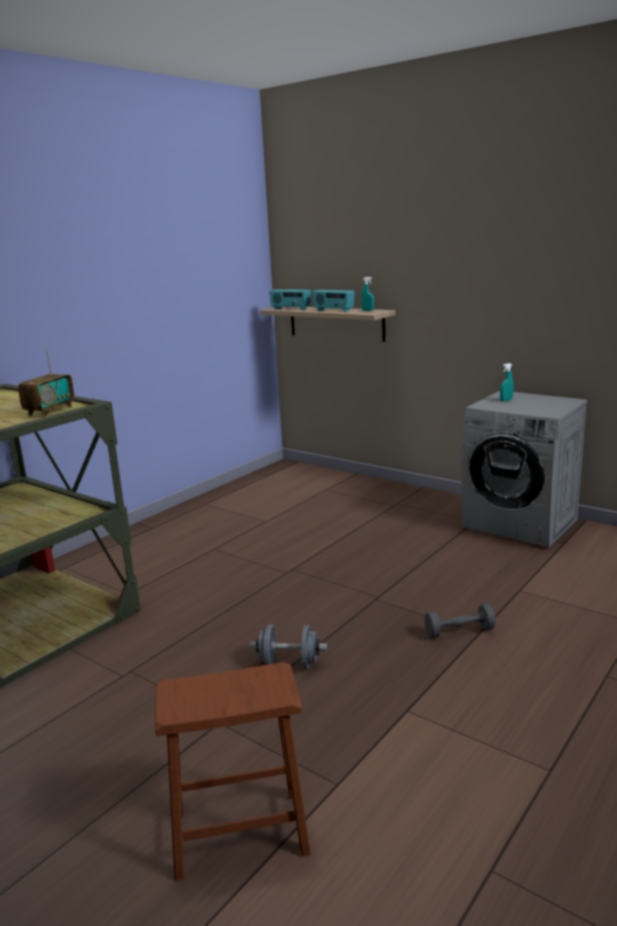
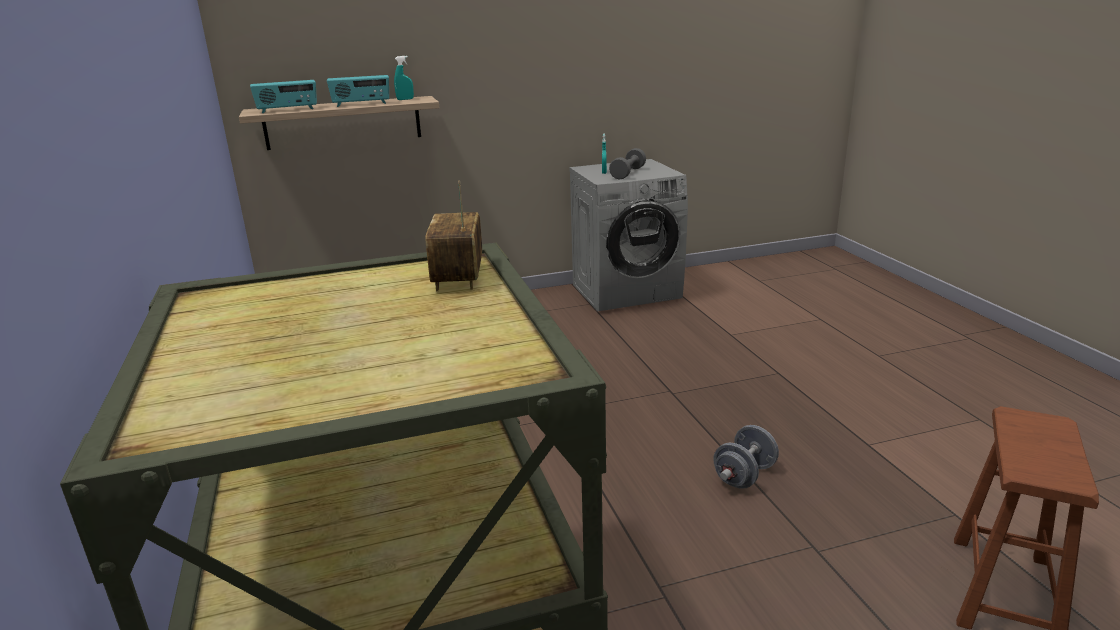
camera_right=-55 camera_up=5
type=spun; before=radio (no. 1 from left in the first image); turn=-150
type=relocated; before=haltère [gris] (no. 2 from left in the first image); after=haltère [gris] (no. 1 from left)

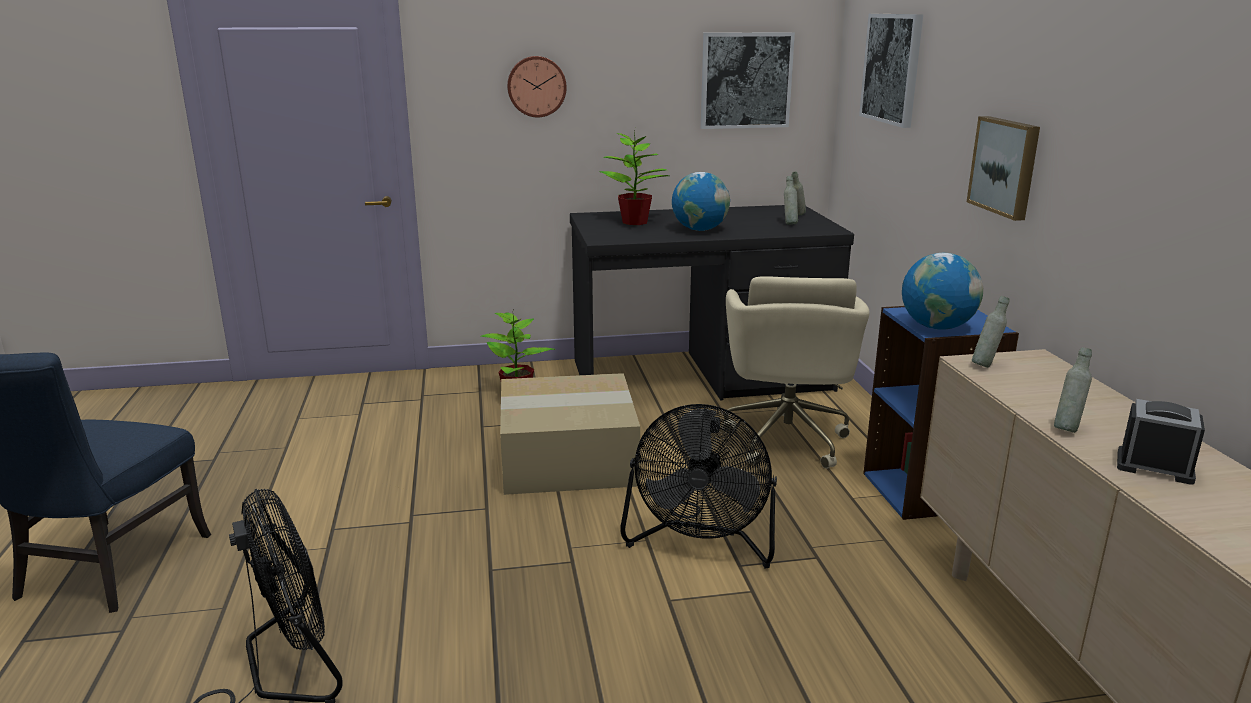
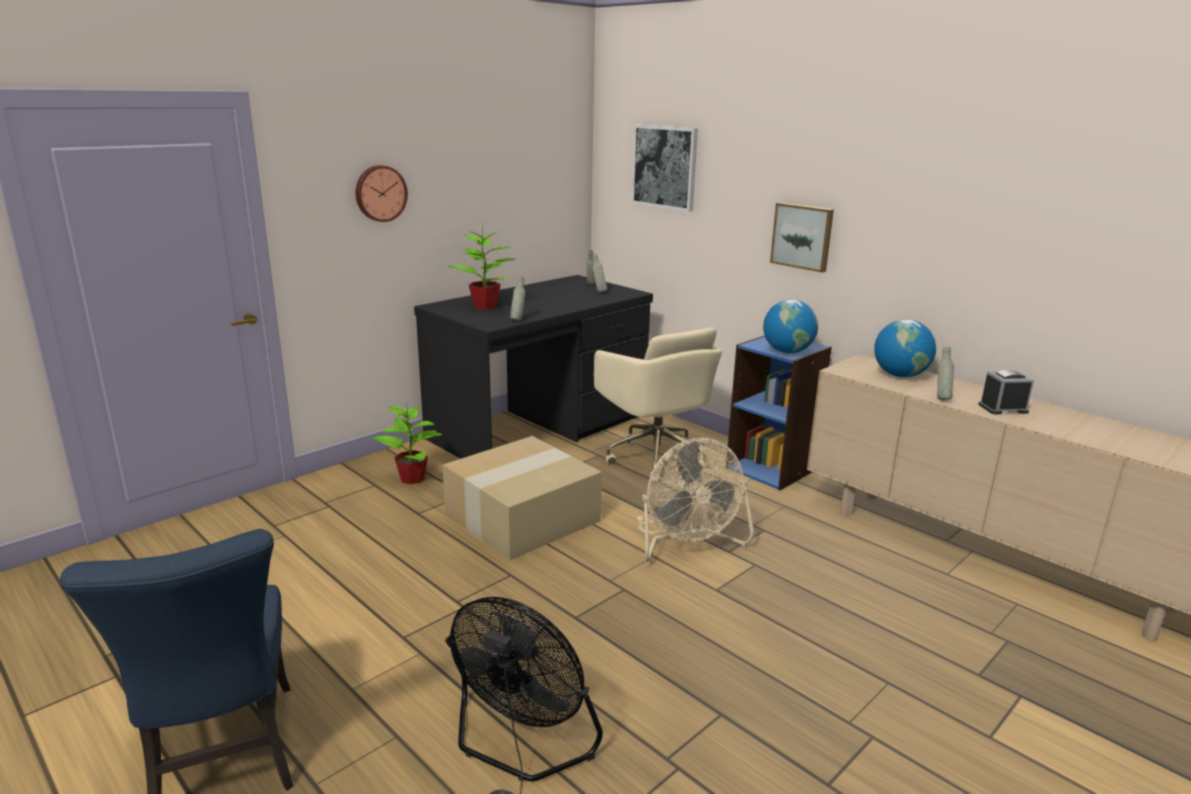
camera_right=-35 camera_up=0
type=missing; before=tableau (no. 1 from left)
type=relocated; before=globe (no. 1 from left in the first image); after=globe (no. 2 from left)
type=relocated; before=bouteille [gris] (no. 3 from left in the first image); after=bouteille [gris] (no. 1 from left)
type=colour; before=ventilateur [noir] (no. 2 from left); after=ventilateur [beige]

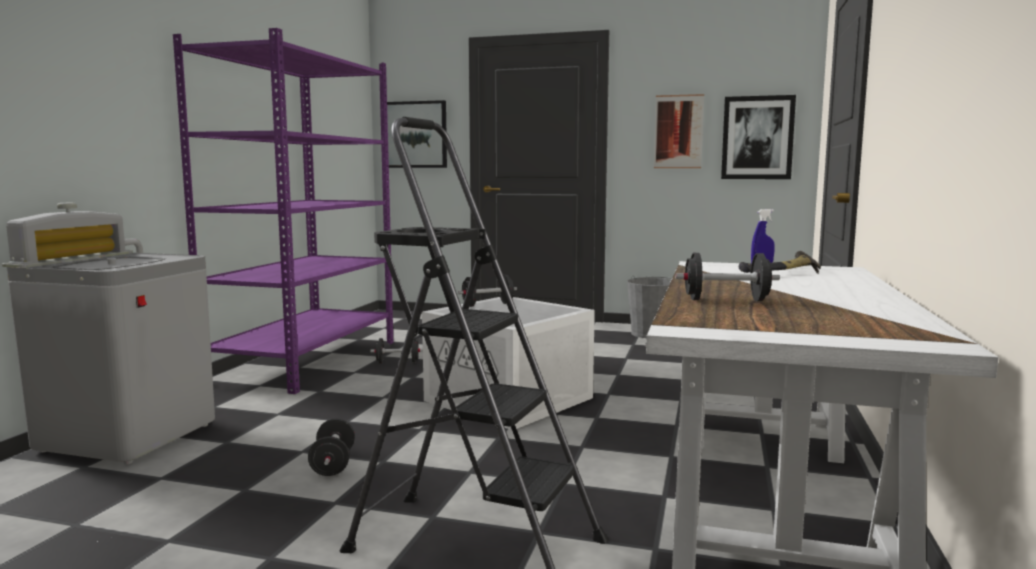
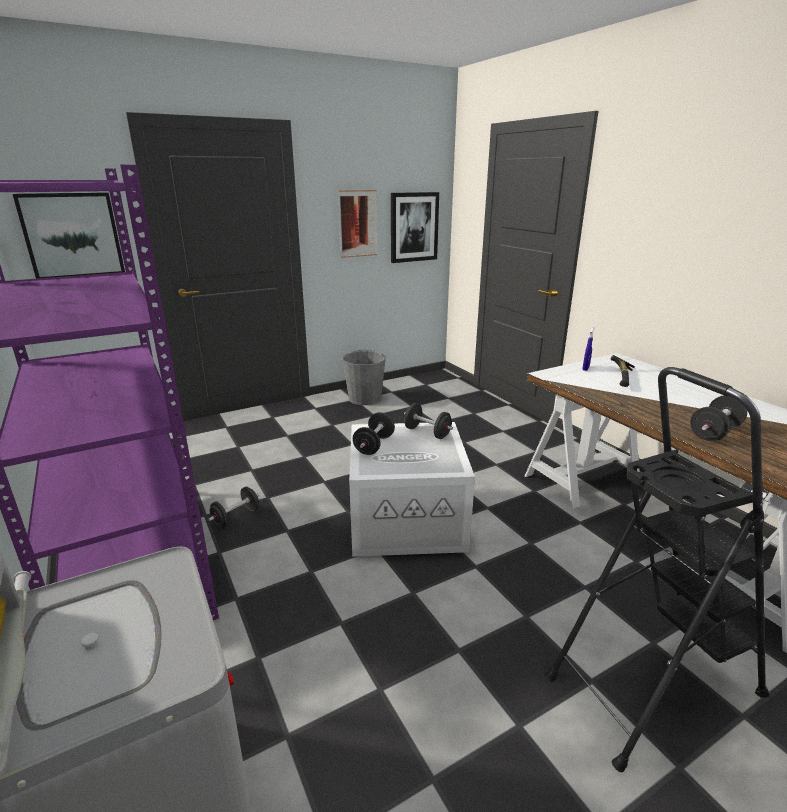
camera_right=-45 camera_up=15
type=relocated; before=haltère [noir] (no. 1 from left in the first image); after=haltère [noir] (no. 3 from left)

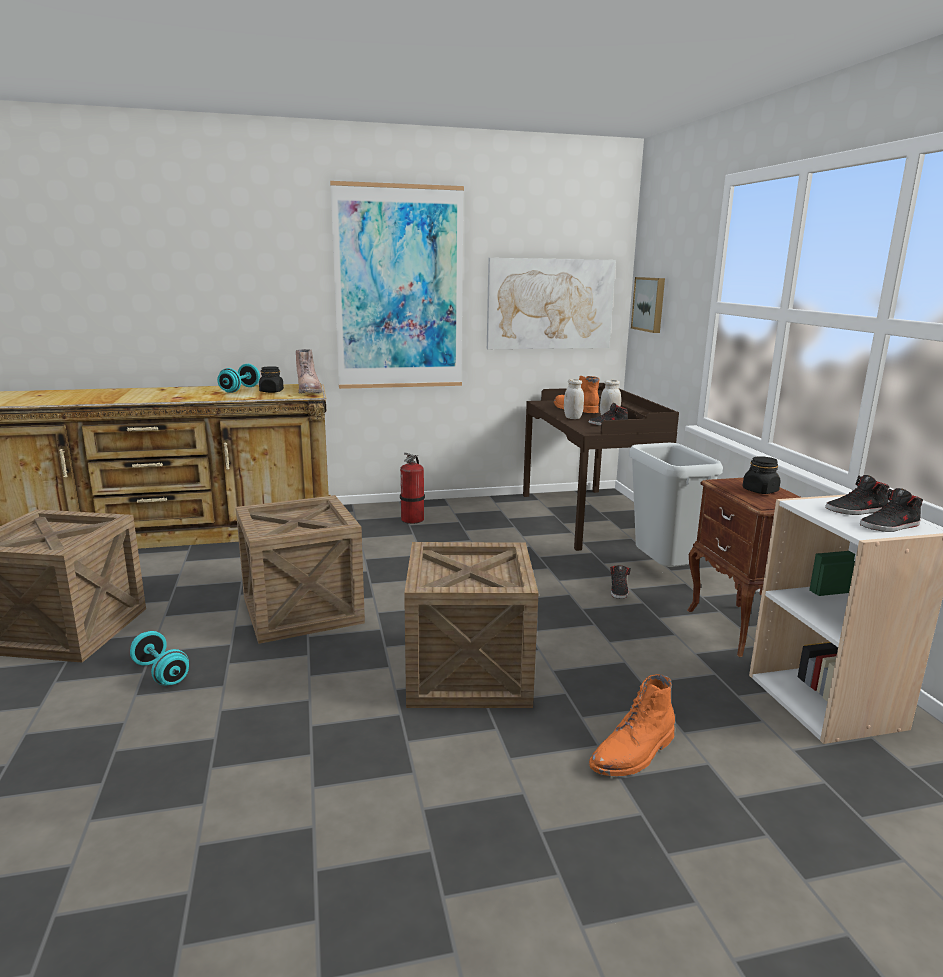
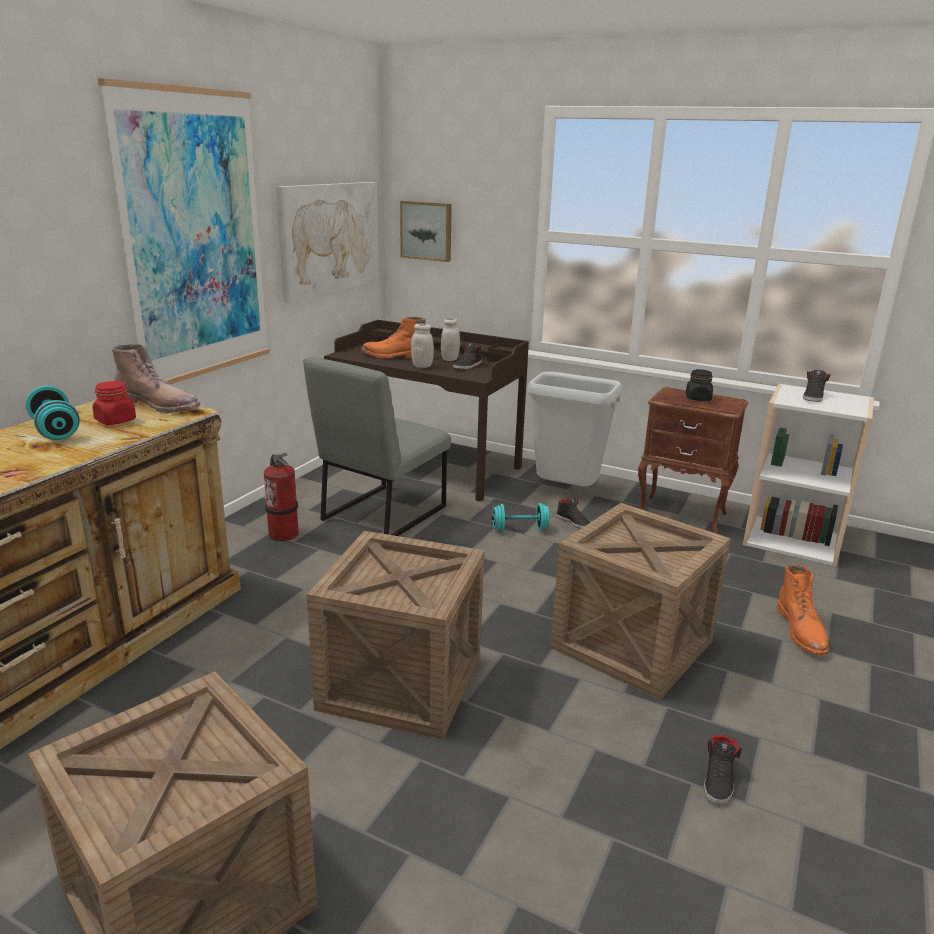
camera_right=-50 camera_up=5
type=colour; before=bocal [noir] (no. 1 from left); after=bocal [rouge]
type=relocated; before=chaussure [noir] (no. 4 from left in the first image); after=chaussure [noir] (no. 3 from left)
type=relocated; before=haltère [turquoise] (no. 1 from left in the first image); after=haltère [turquoise] (no. 2 from left)
type=appeared; after=chaise [gris]

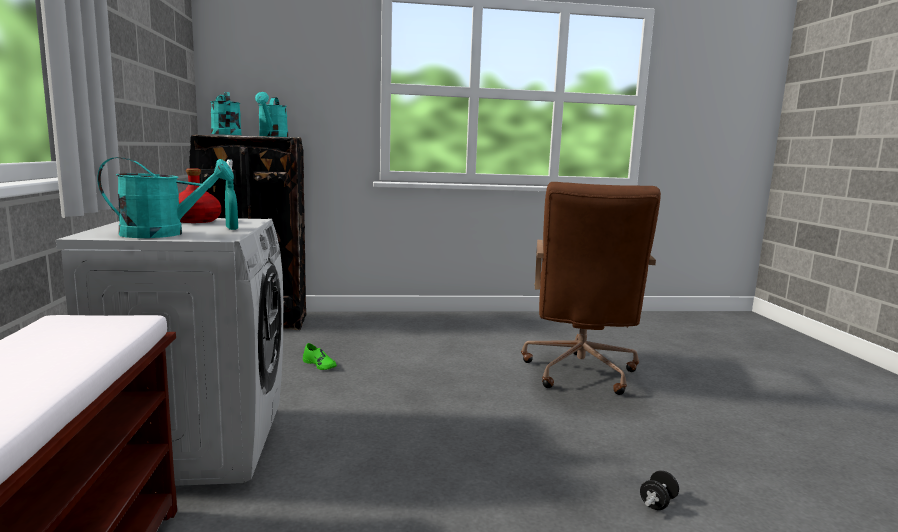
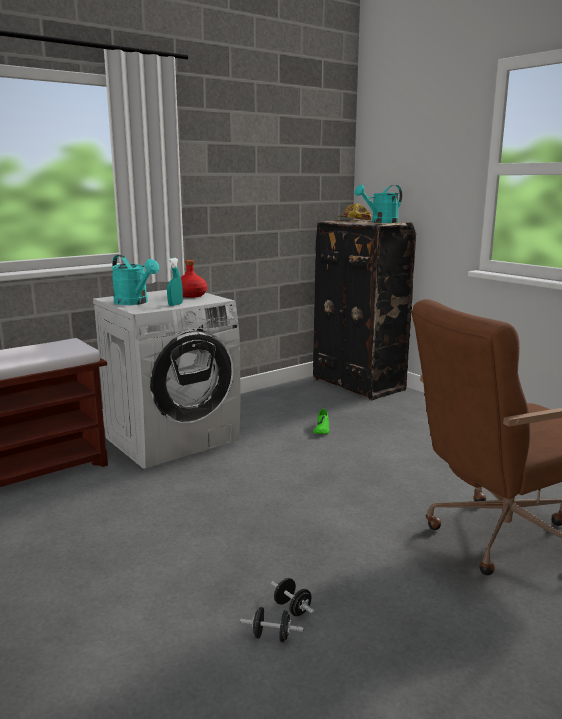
camera_right=60 camera_up=5
type=exchanged; before=arrosoir [turquoise] (no. 2 from left); after=casquette
type=appeared; after=haltère [noir] (no. 2 from left)

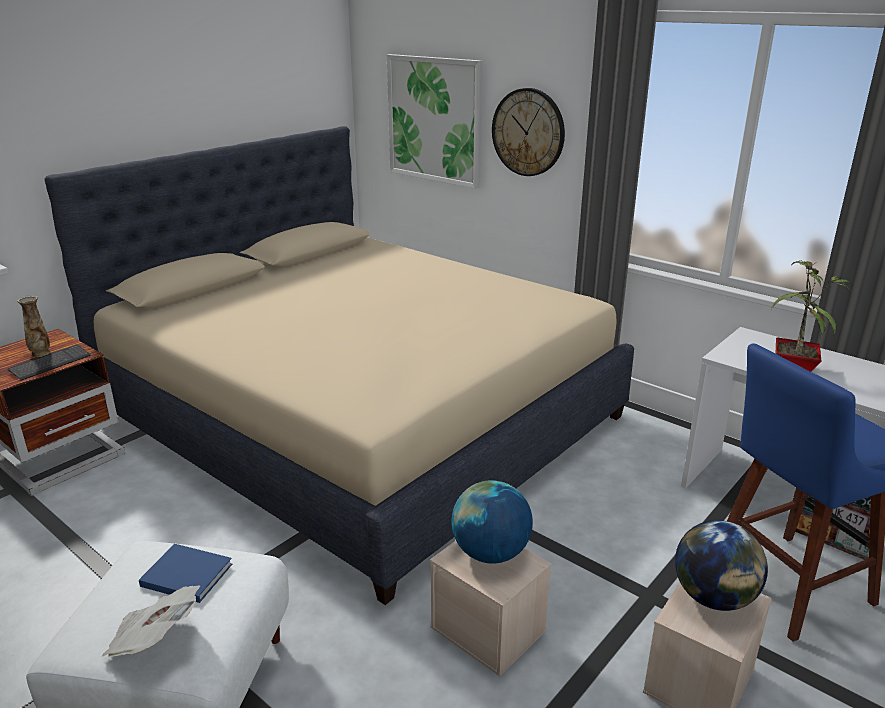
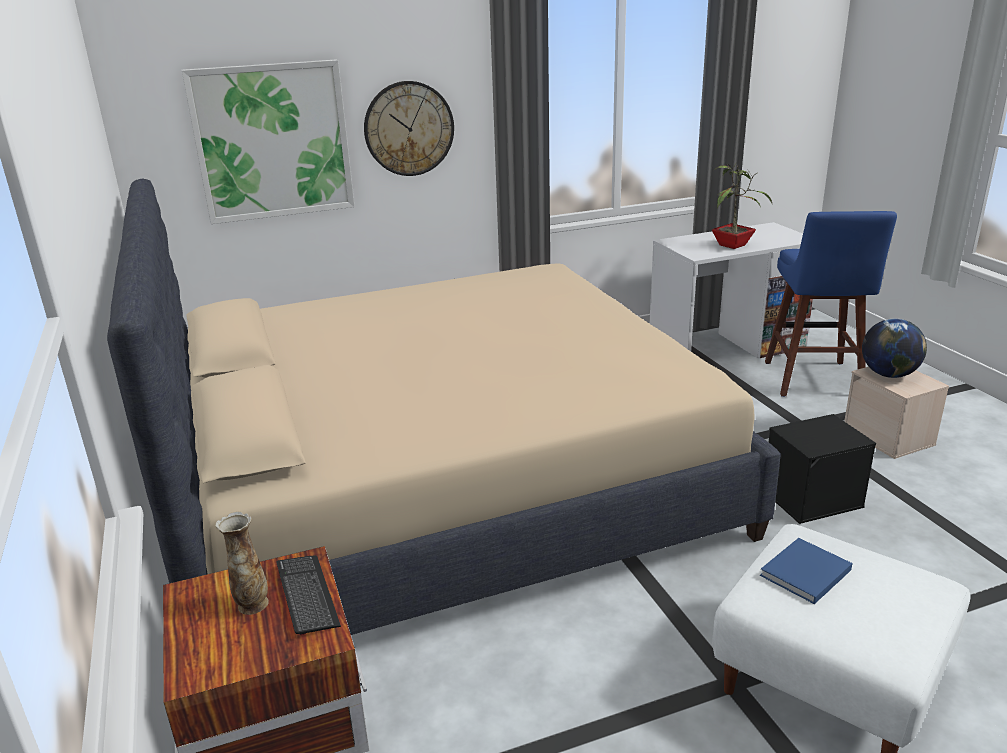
camera_right=-60 camera_up=0
type=missing; before=globe (no. 1 from left)
type=colour; before=boîte de rangement [beige] (no. 1 from left); after=boîte de rangement [noir]
type=missing; before=journal

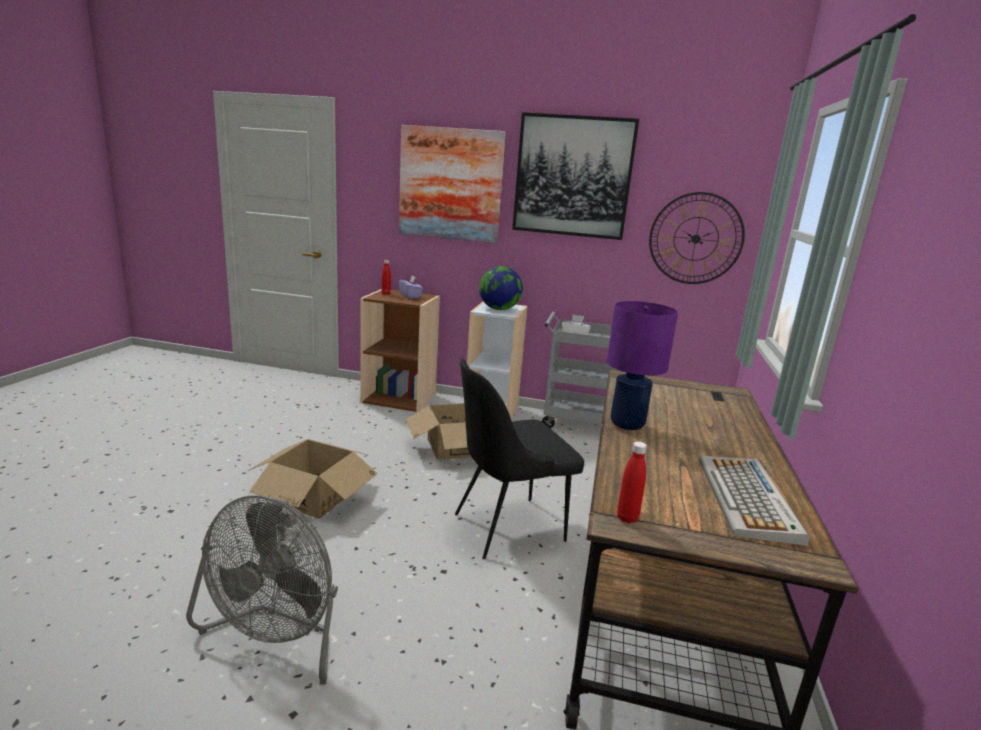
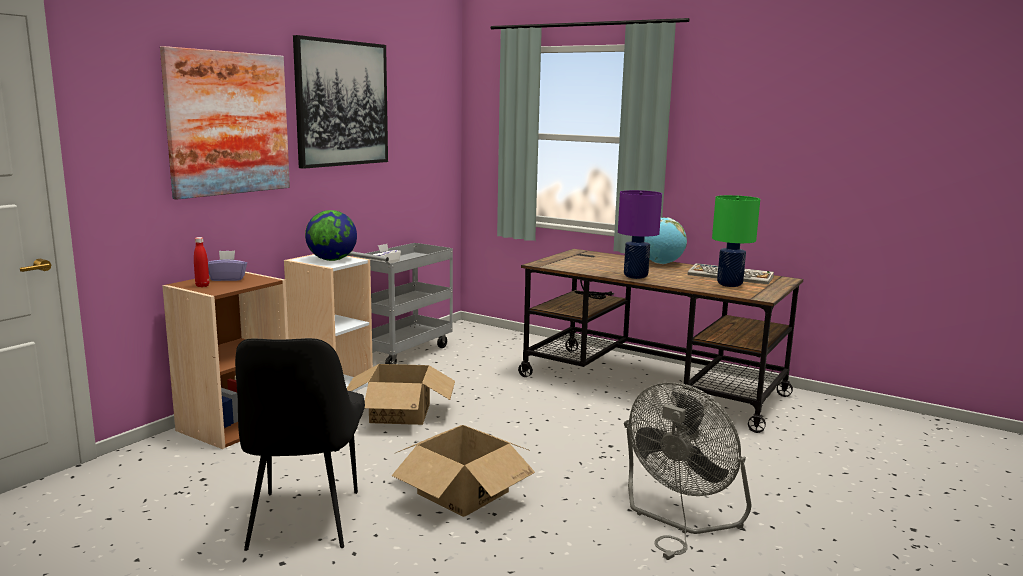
camera_right=-70 camera_up=-5
type=missing; before=horloge murale
type=relocated; before=chaise [noir]
type=missing; before=bouteille [rouge] (no. 2 from left)
type=spun; before=ventilateur [gris]; turn=-90
type=appeared; after=lampe de table [vert]
type=appeared; after=globe (no. 2 from left)

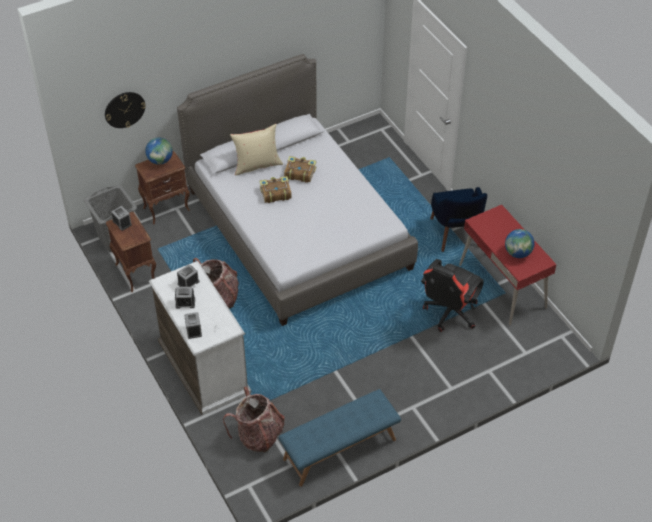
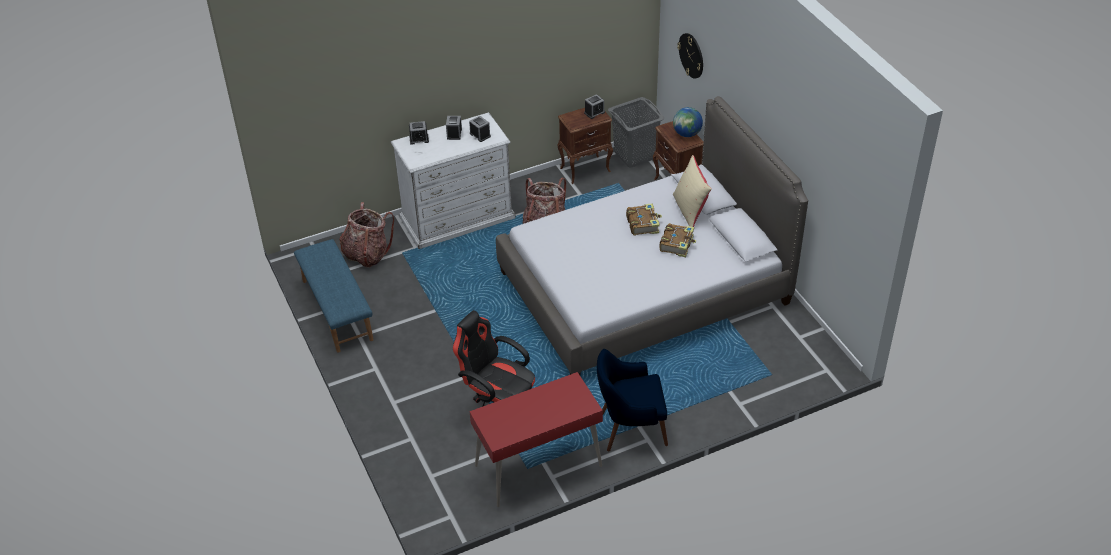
camera_right=95 camera_up=-5
type=missing; before=globe (no. 2 from left)

